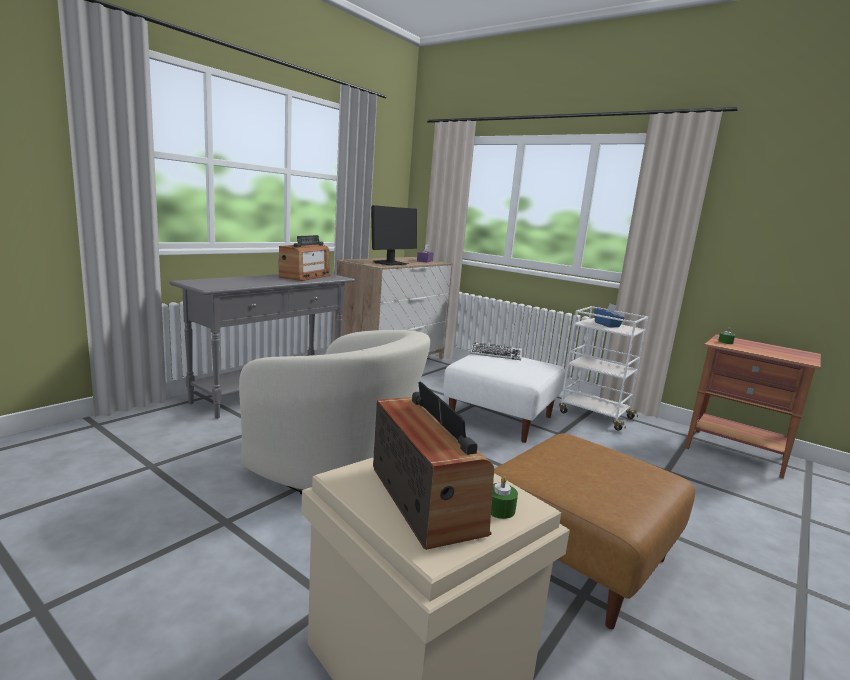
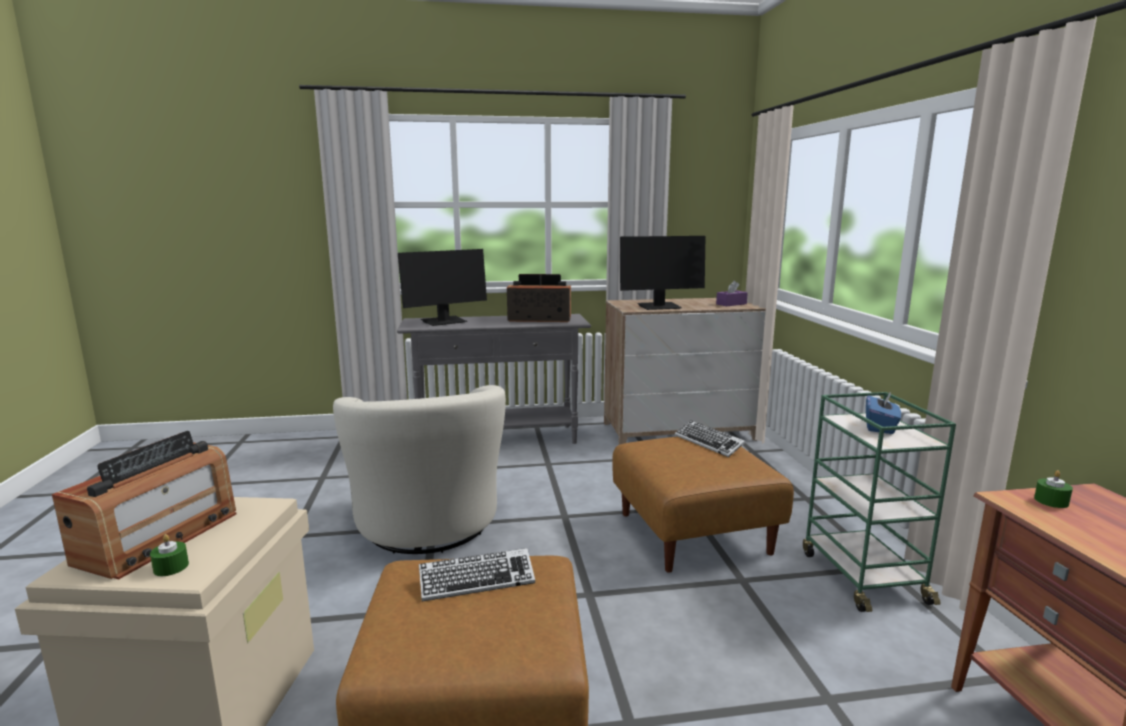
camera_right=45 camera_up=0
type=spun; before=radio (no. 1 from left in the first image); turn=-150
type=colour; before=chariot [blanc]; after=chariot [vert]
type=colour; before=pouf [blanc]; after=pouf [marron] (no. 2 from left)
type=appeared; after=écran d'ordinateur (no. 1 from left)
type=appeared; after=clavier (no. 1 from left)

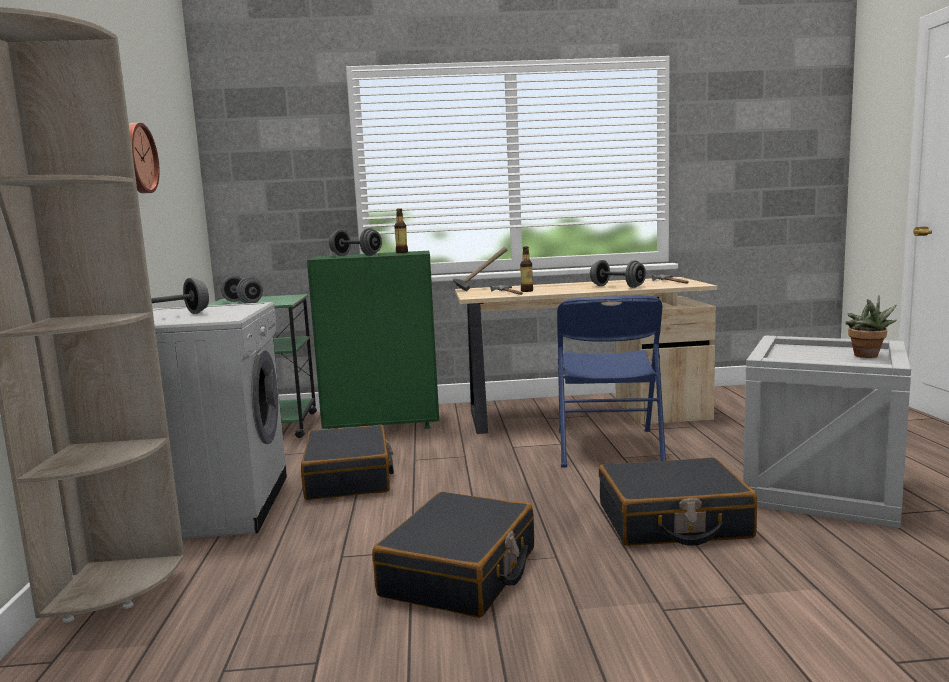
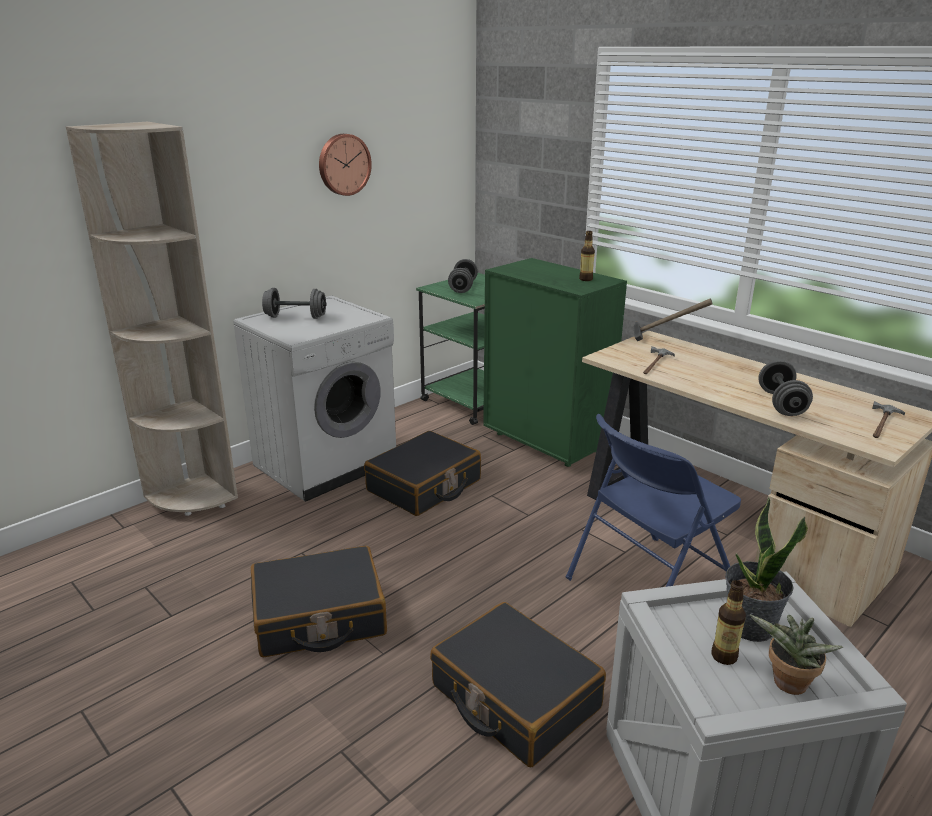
camera_right=50 camera_up=15
type=missing; before=haltère [gris] (no. 3 from left)
type=relocated; before=bouteille (no. 2 from left)
type=appeared; after=plante en pot (no. 1 from left)

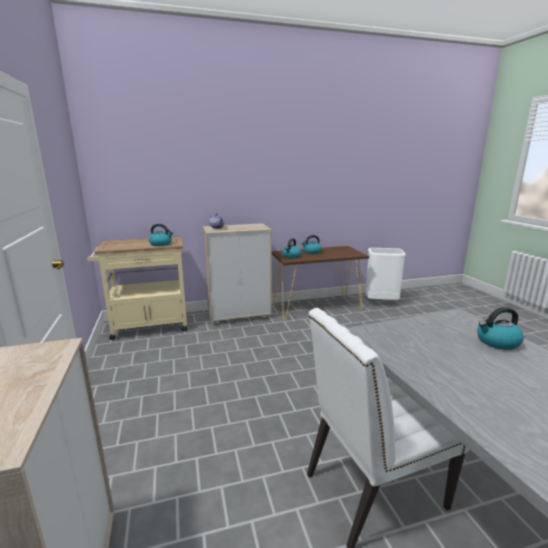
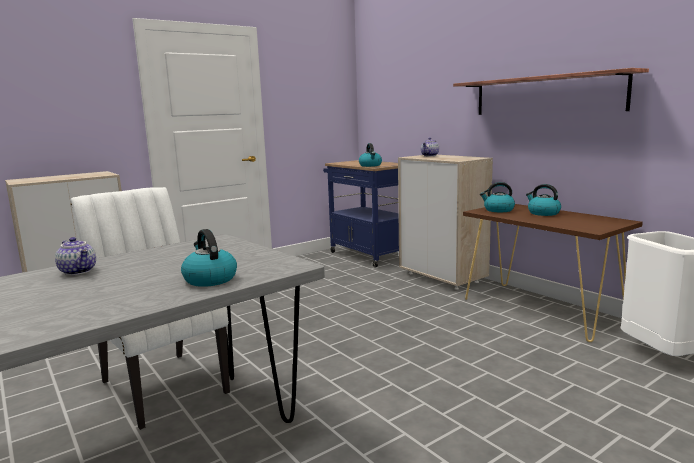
camera_right=70 camera_up=-5
type=colour; before=chariot [beige]; after=chariot [bleu]
type=appeared; after=étagère
type=appeared; after=théière (no. 1 from left)

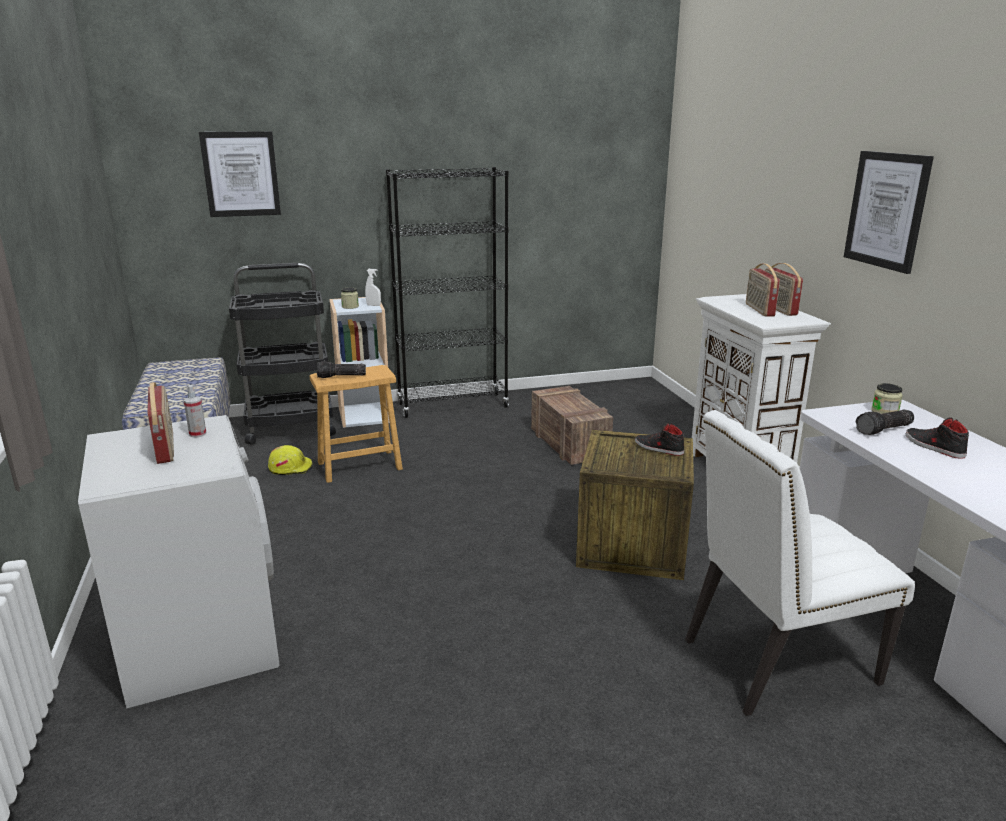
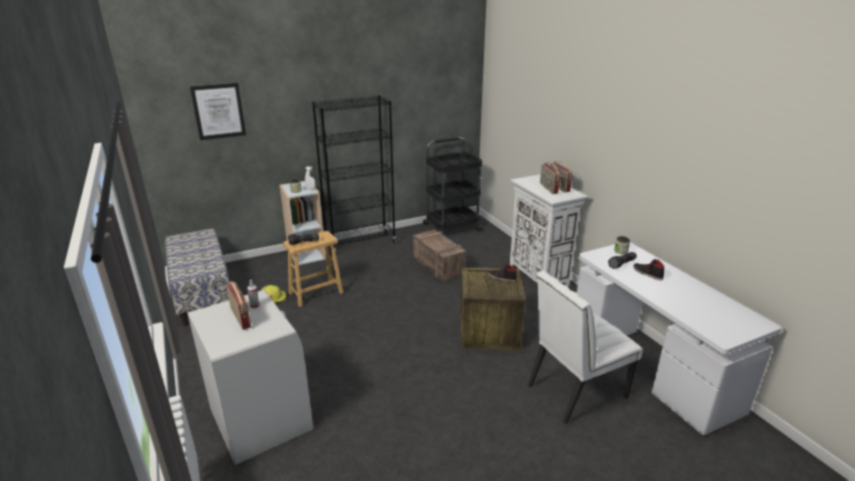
camera_right=-10 camera_up=5
type=missing; before=tableau (no. 2 from left)
type=relocated; before=chariot [noir]

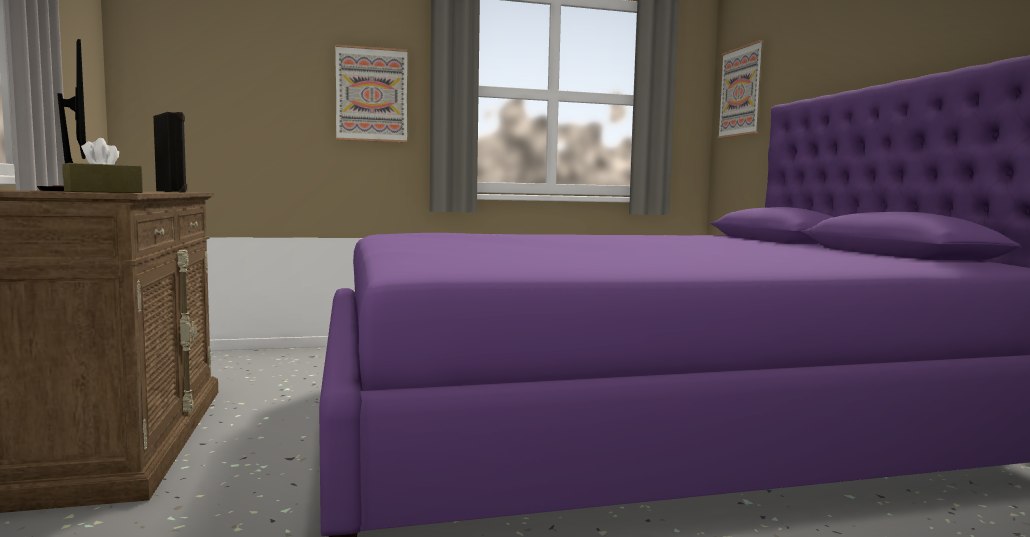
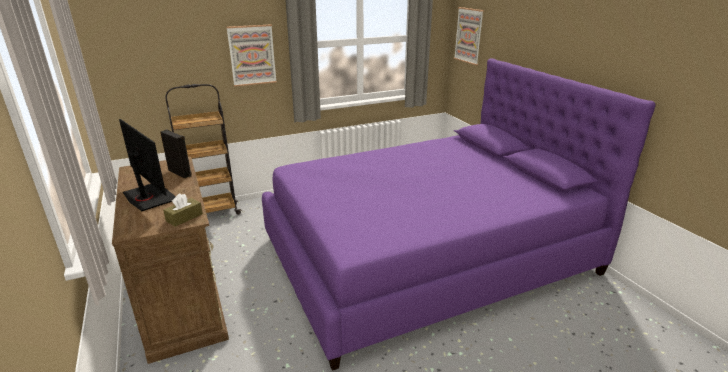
camera_right=-10 camera_up=20
type=appeared; after=chariot [marron]

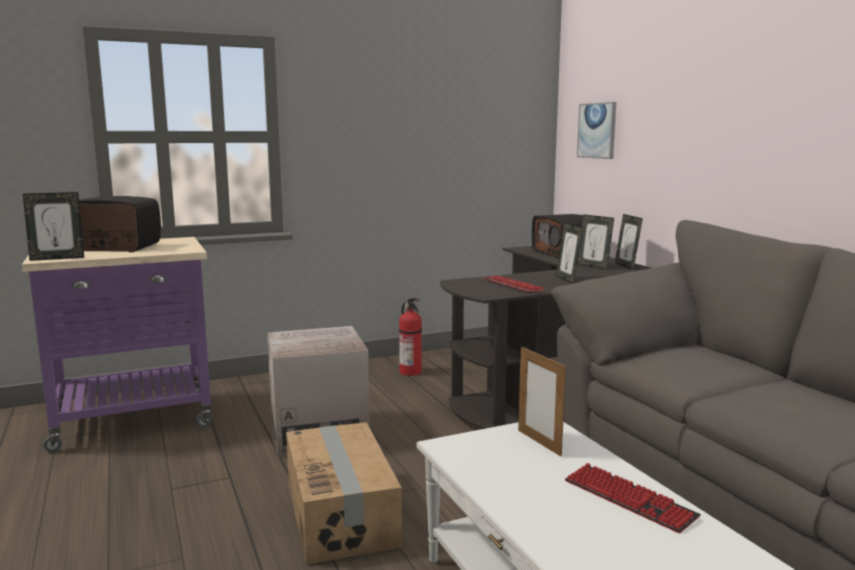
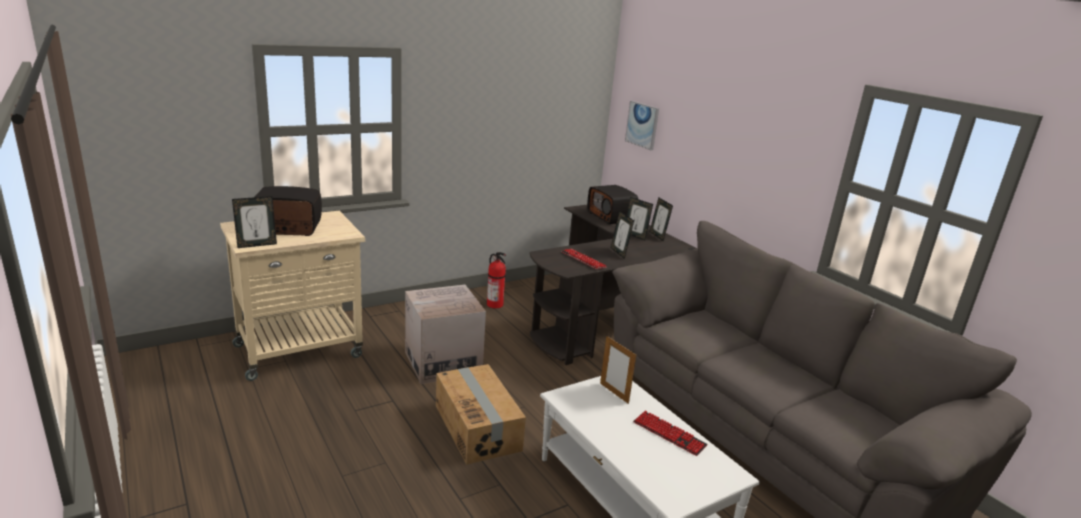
camera_right=-10 camera_up=10
type=colour; before=chariot [violet]; after=chariot [beige]

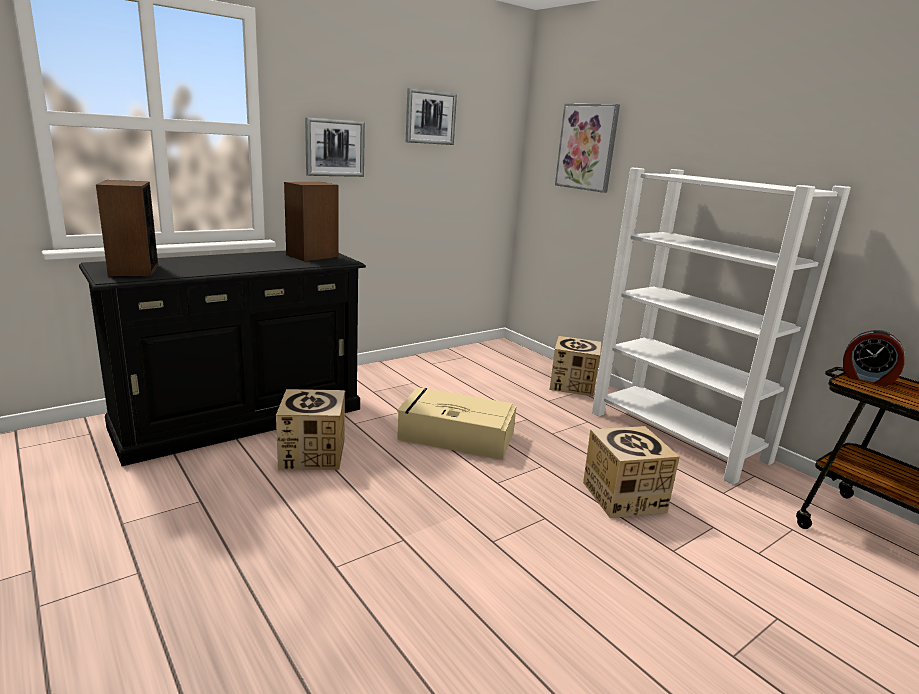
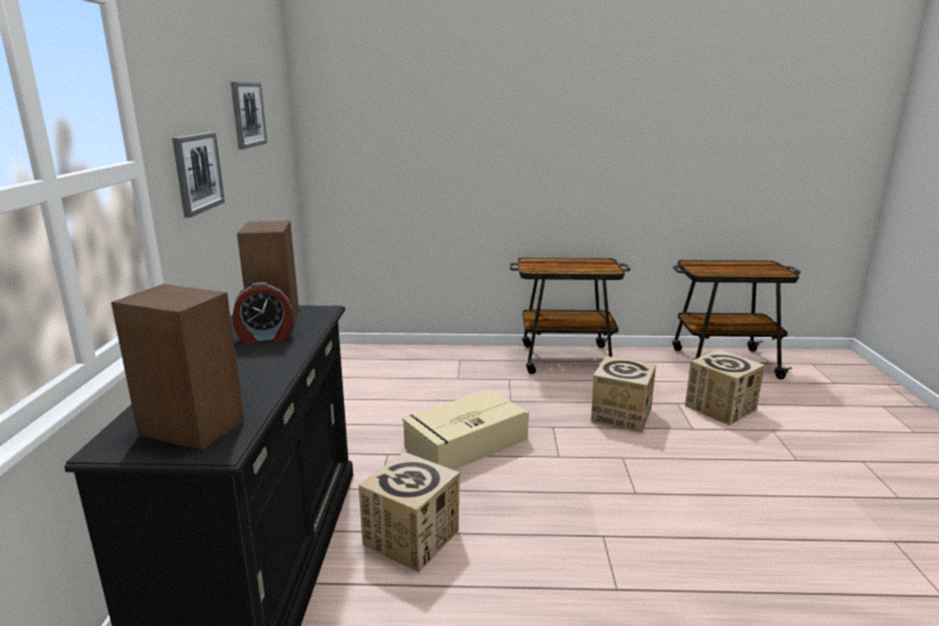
camera_right=-50 camera_up=0
type=missing; before=tableau (no. 3 from left)
type=exchanged; before=bibliothèque [blanc]; after=chariot (no. 1 from left)
type=relocated; before=réveil
type=relocated; before=carton (no. 2 from left in the first image); after=carton (no. 3 from left)

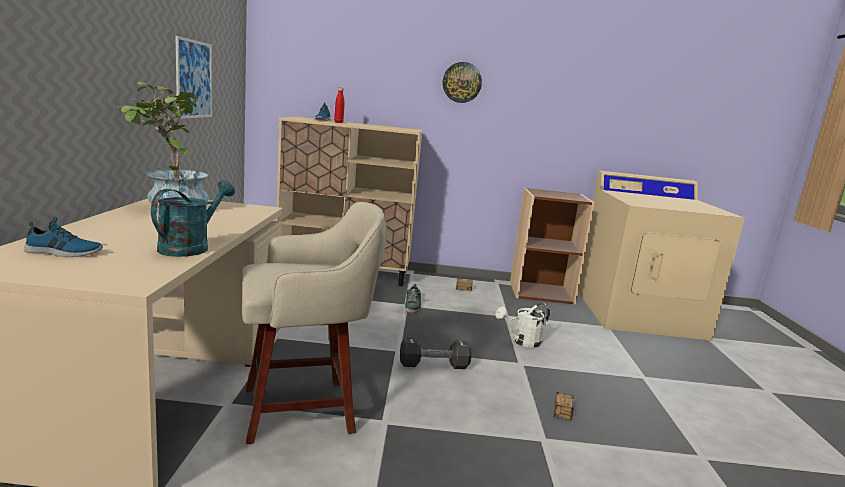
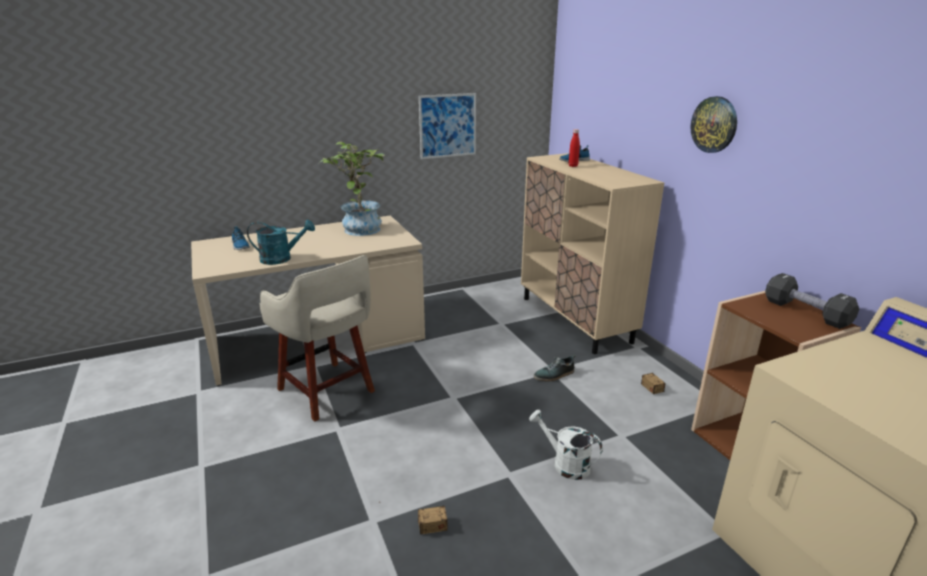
camera_right=65 camera_up=10
type=relocated; before=haltère [noir]

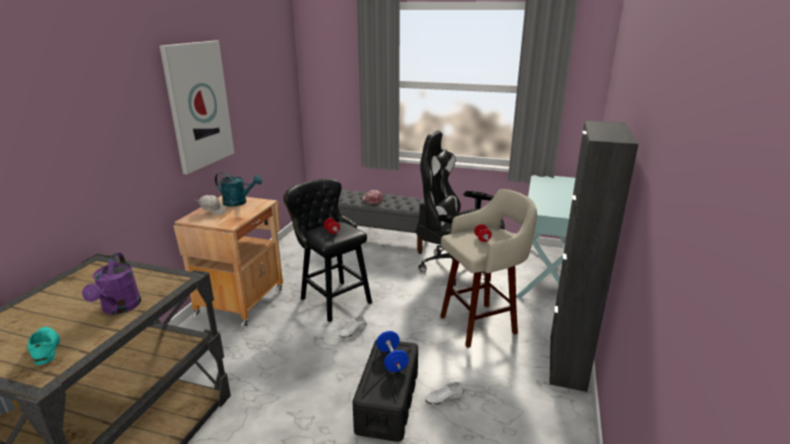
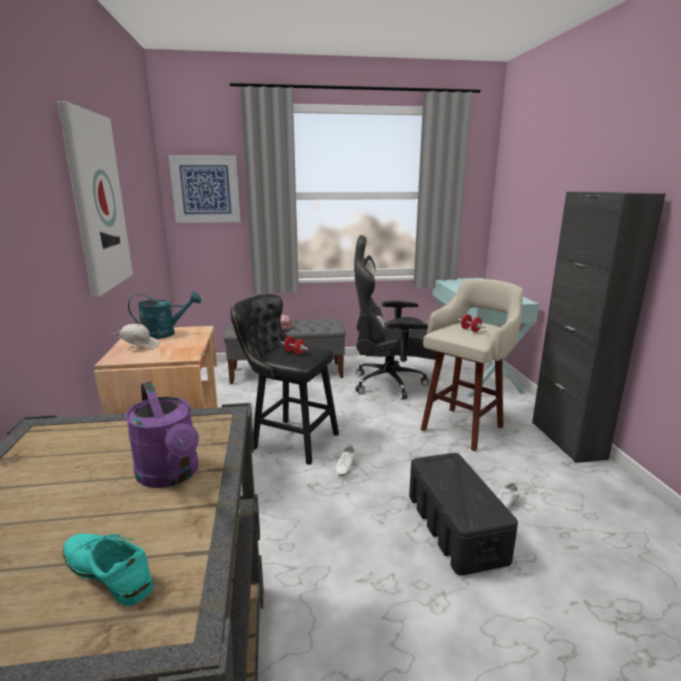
camera_right=-25 camera_up=-5
type=missing; before=haltère [bleu]
type=appeared; after=tableau (no. 2 from left)

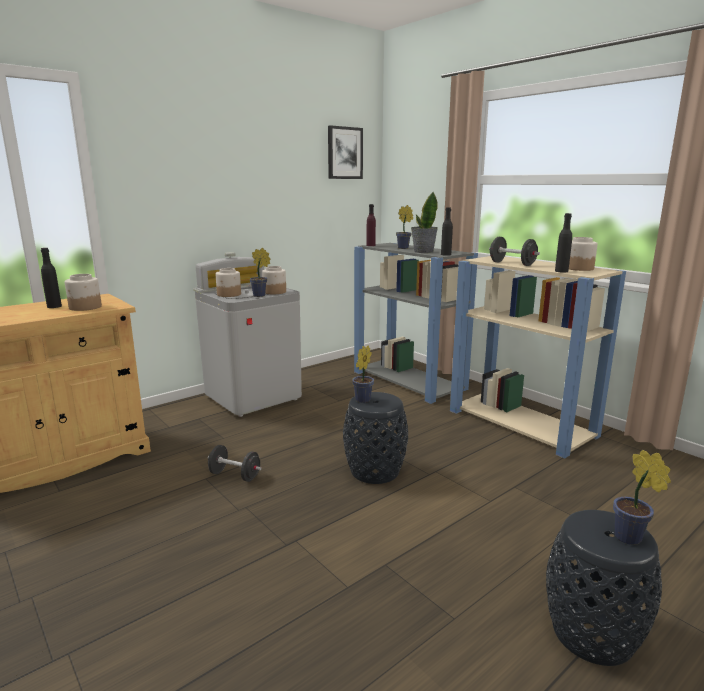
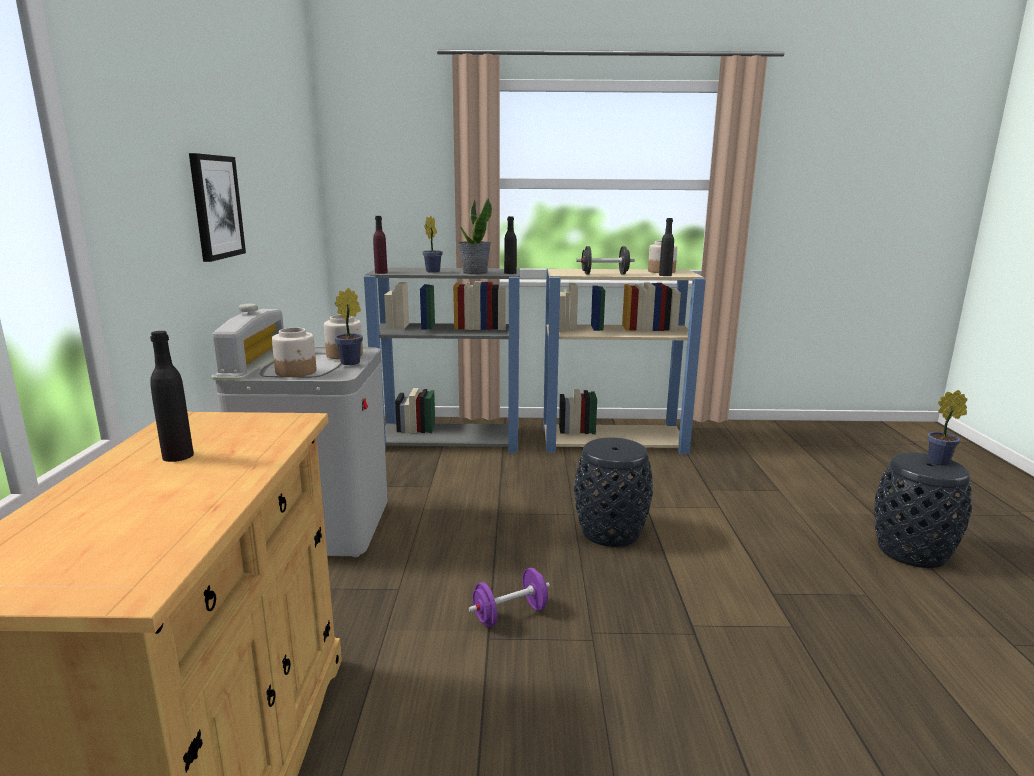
camera_right=-50 camera_up=0
type=relocated; before=tableau
type=missing; before=bocal (no. 1 from left)
type=missing; before=plante en pot (no. 2 from left)
type=colour; before=haltère [noir] (no. 1 from left); after=haltère [violet]

